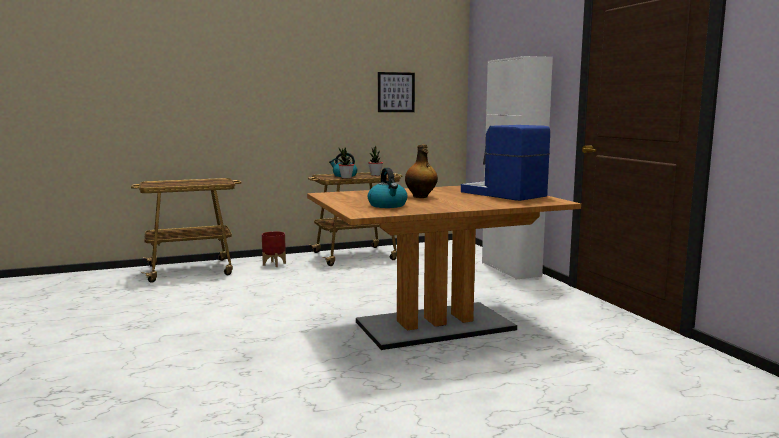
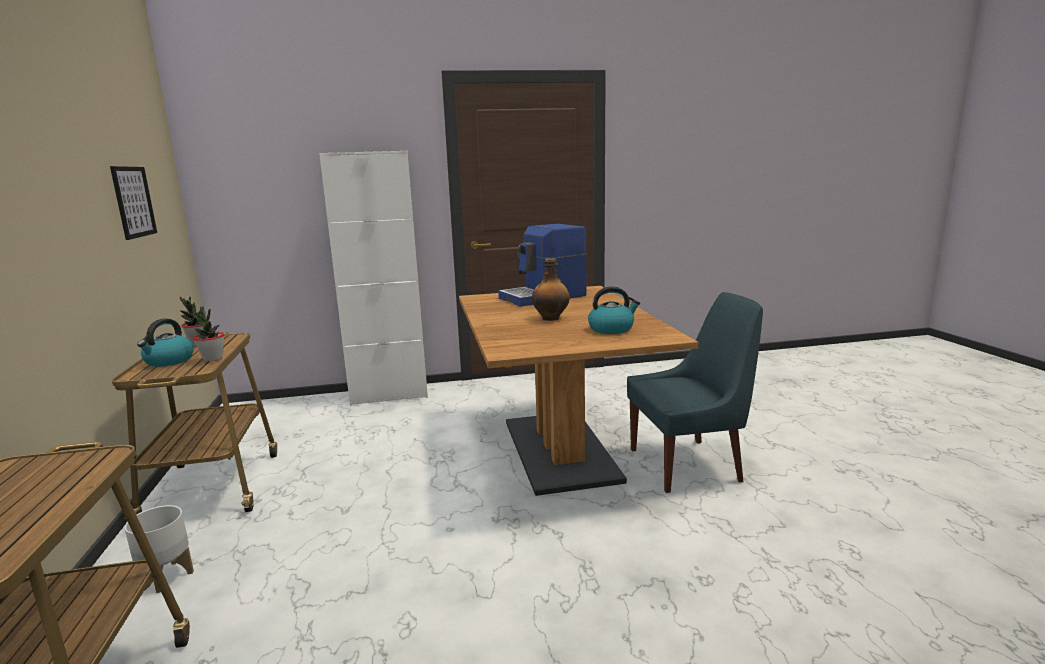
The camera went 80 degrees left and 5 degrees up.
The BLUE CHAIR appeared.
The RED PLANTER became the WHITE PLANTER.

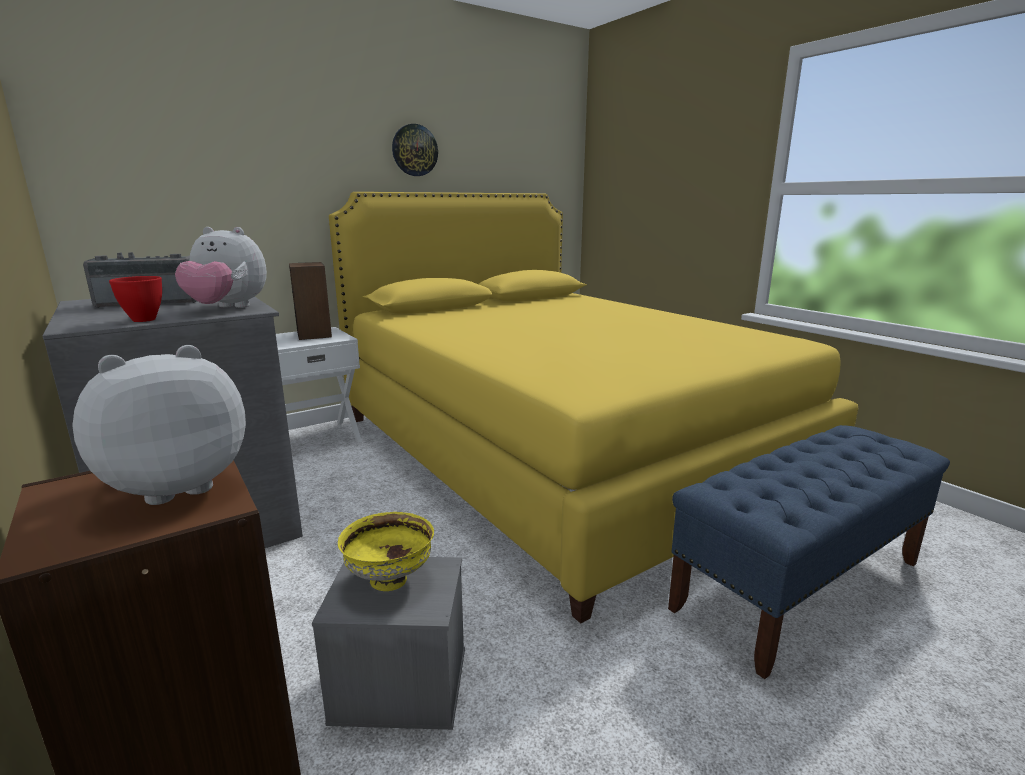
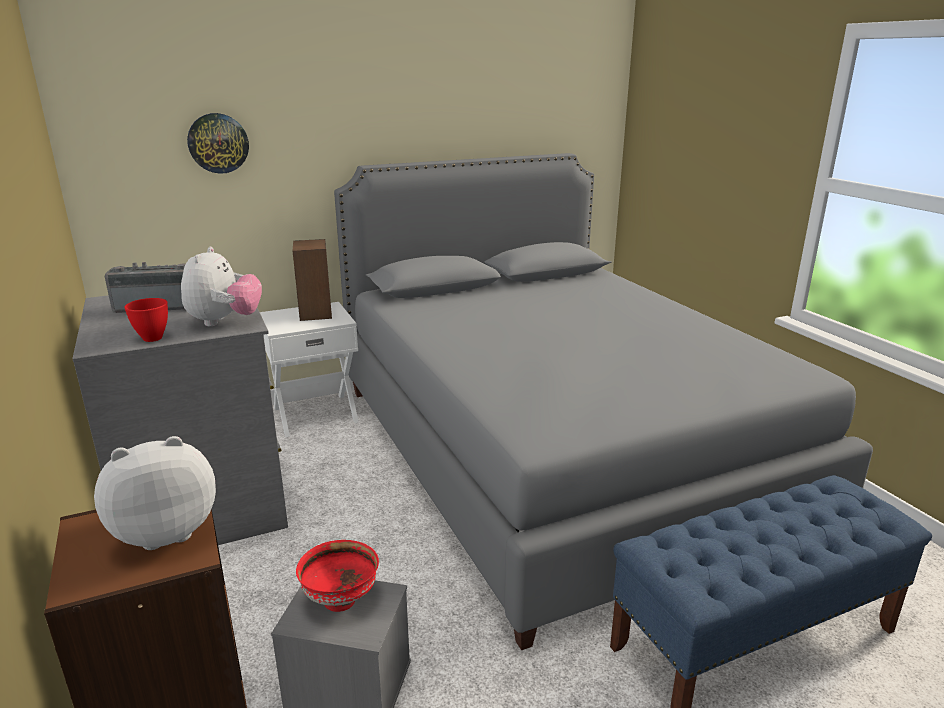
The camera went 10 degrees right and 5 degrees up.
The WALL CLOCK moved.
The YELLOW BED became the GREY BED.
The YELLOW BOWL became the RED BOWL (no. 2 from left).
The PLUSH TOY (no. 2 from left) turned 105 degrees counterclockwise.

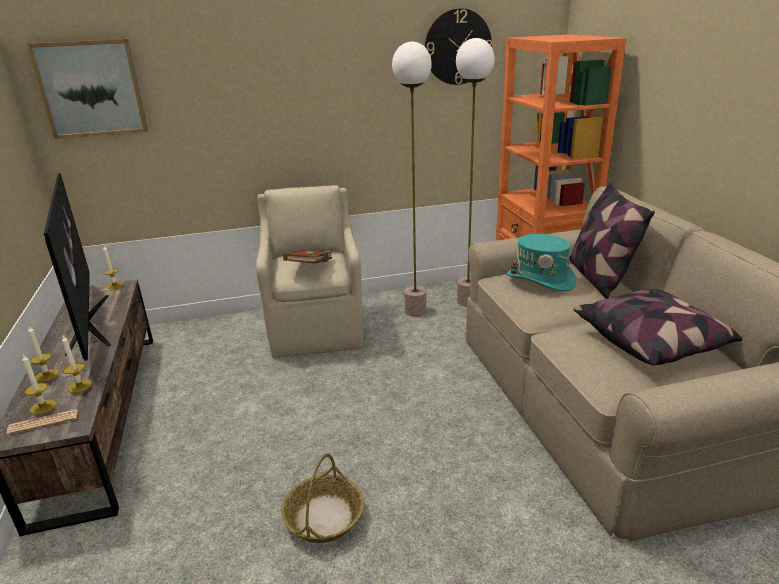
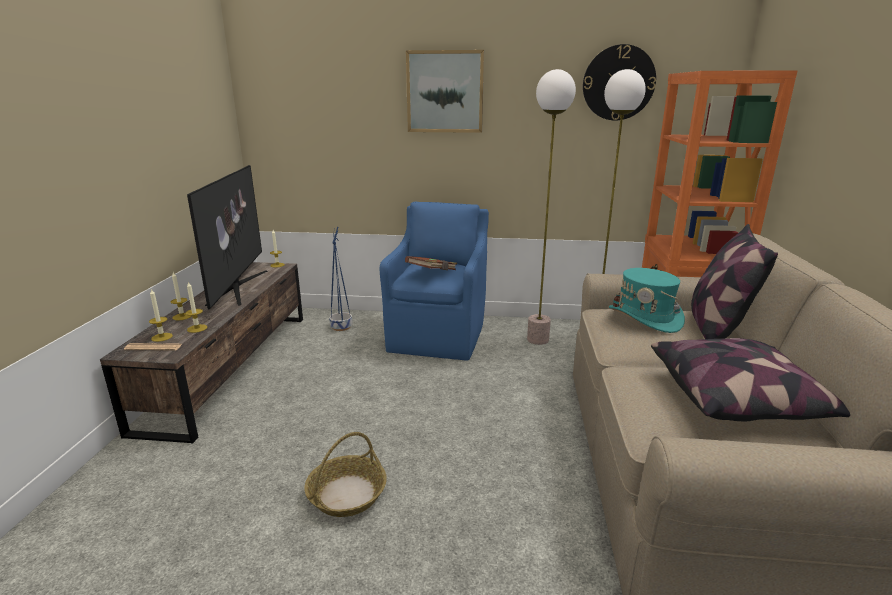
The camera went 20 degrees right and 5 degrees down.
The BLUE PLANTER appeared.
The PICTURE moved.
The BEIGE ARMCHAIR became the BLUE ARMCHAIR.

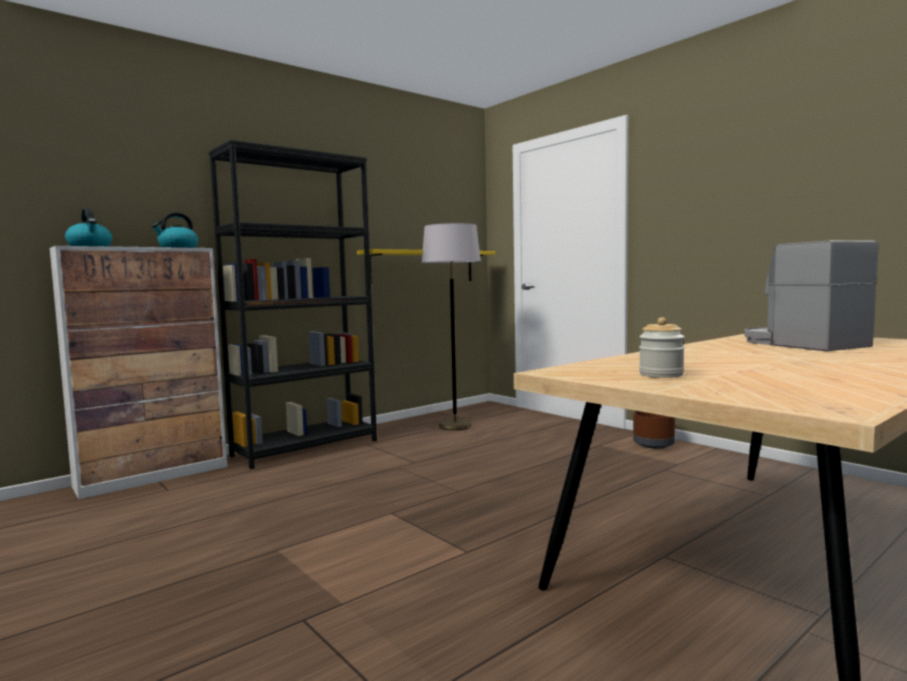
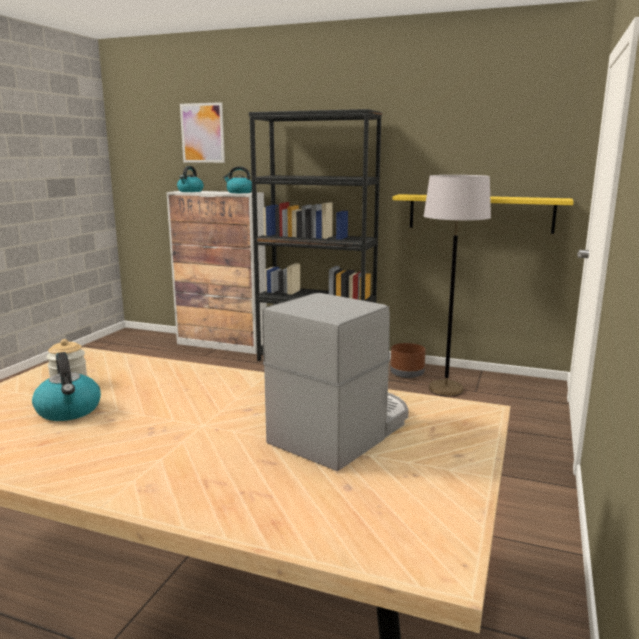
The camera went 60 degrees right and 10 degrees up.
The KETTLE (no. 1 from left) appeared.
The PICTURE appeared.
The BROWN PLANTER moved.

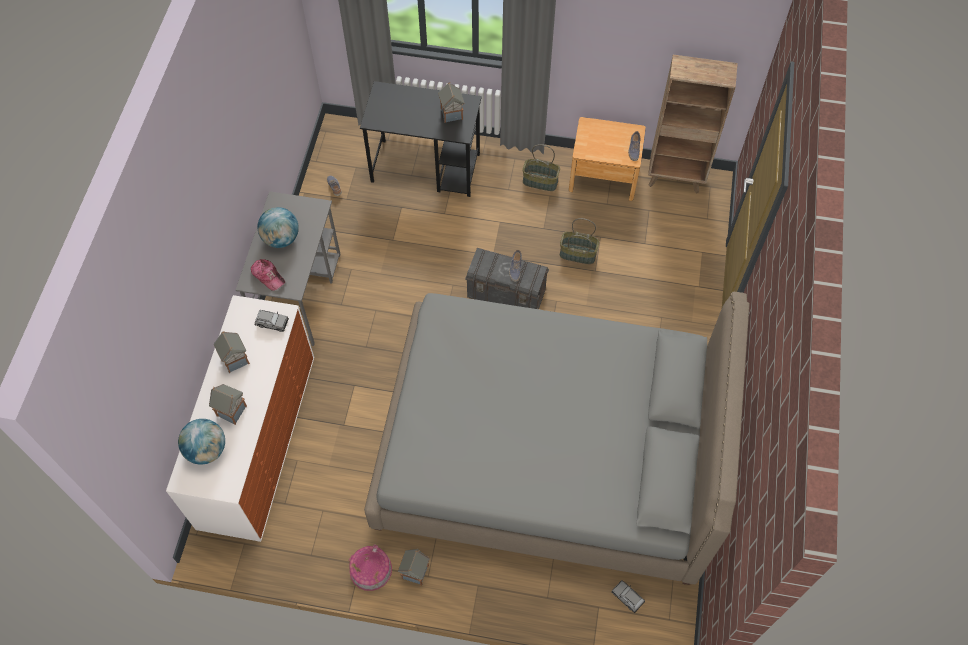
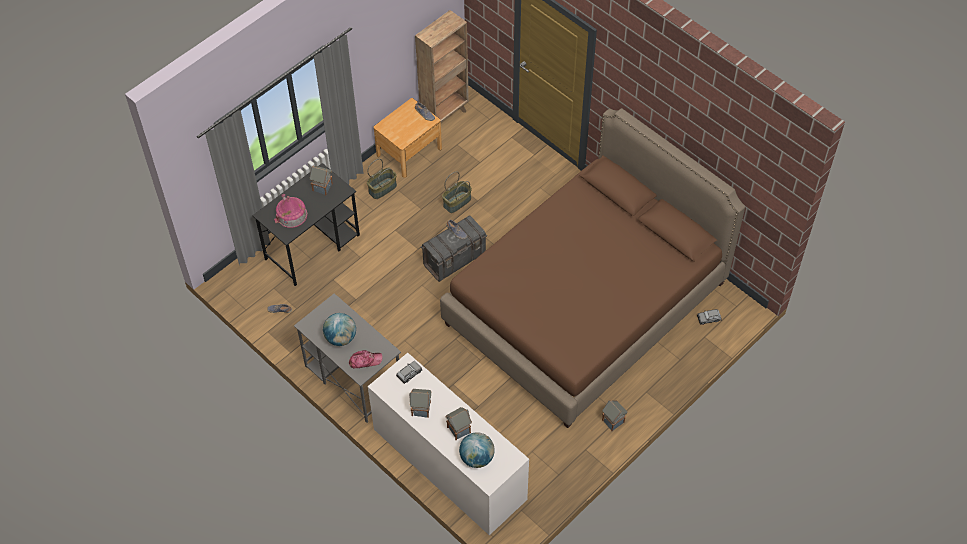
The camera went 55 degrees left and 5 degrees down.
The TOY HOUSE (no. 3 from left in the first image) moved.
The GREY BED became the BROWN BED.

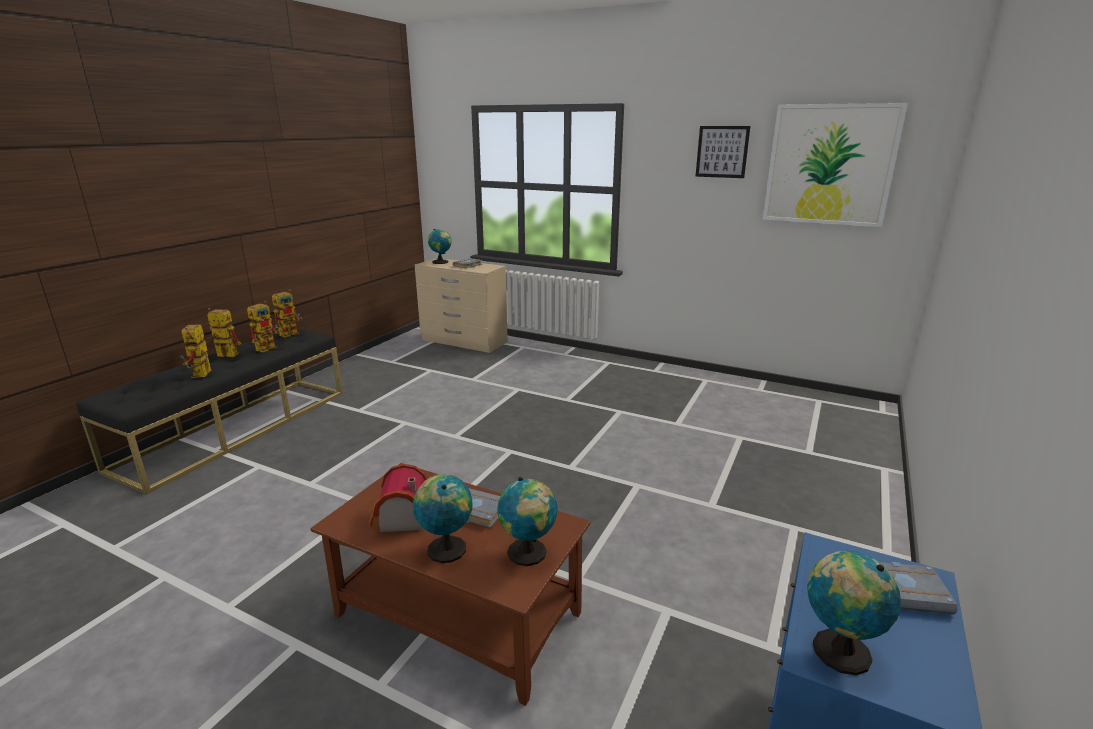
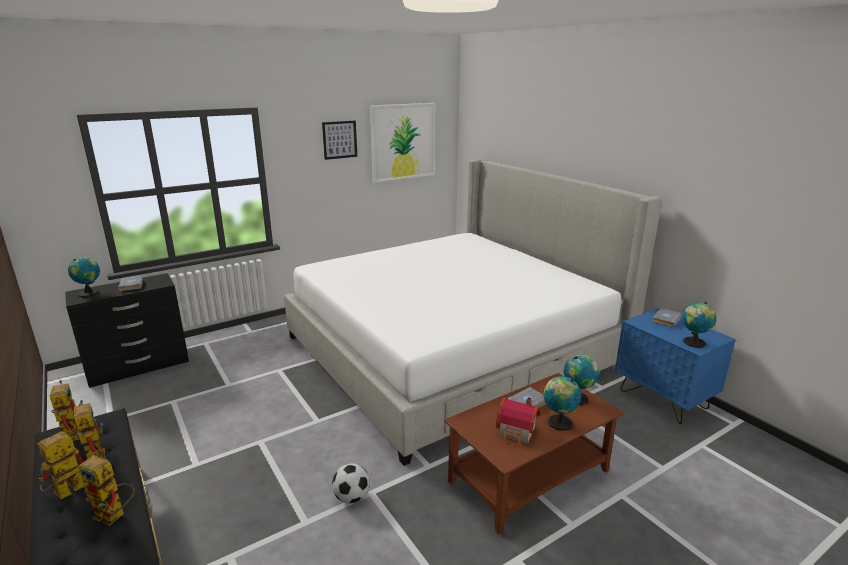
The camera went 60 degrees left and 0 degrees up.
The BED appeared.
The FOOTBALL appeared.
The BEIGE DRESSER became the BLACK DRESSER.

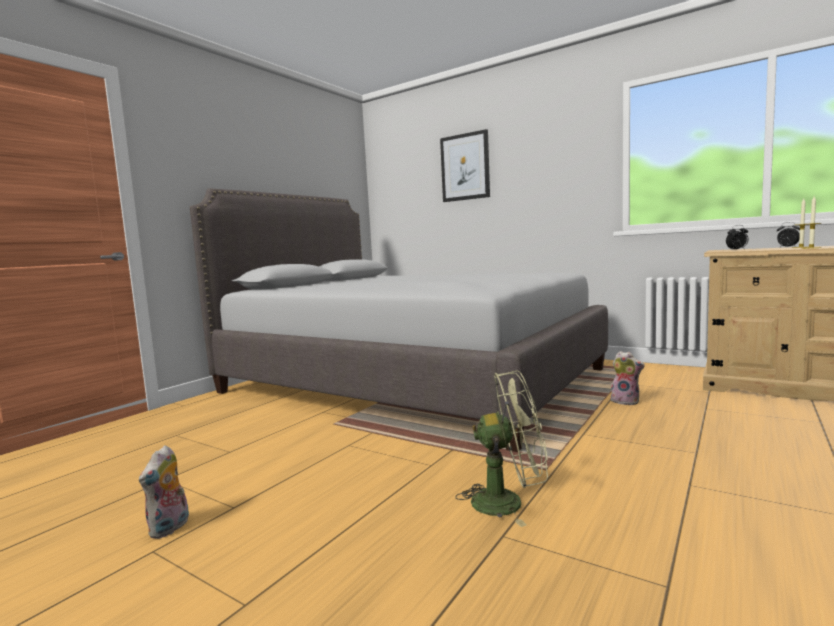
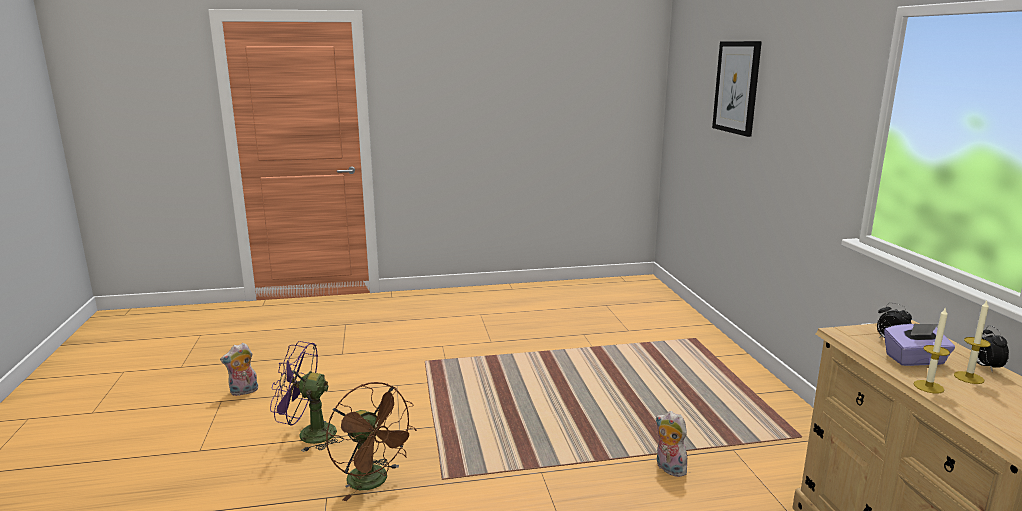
The camera went 45 degrees right and 10 degrees up.
The GREY BED disappeared.
The PURPLE FAN appeared.
The PURPLE TISSUE BOX appeared.
The GREEN FAN became the BROWN FAN.
The PLUSH TOY (no. 2 from left) turned 150 degrees clockwise.

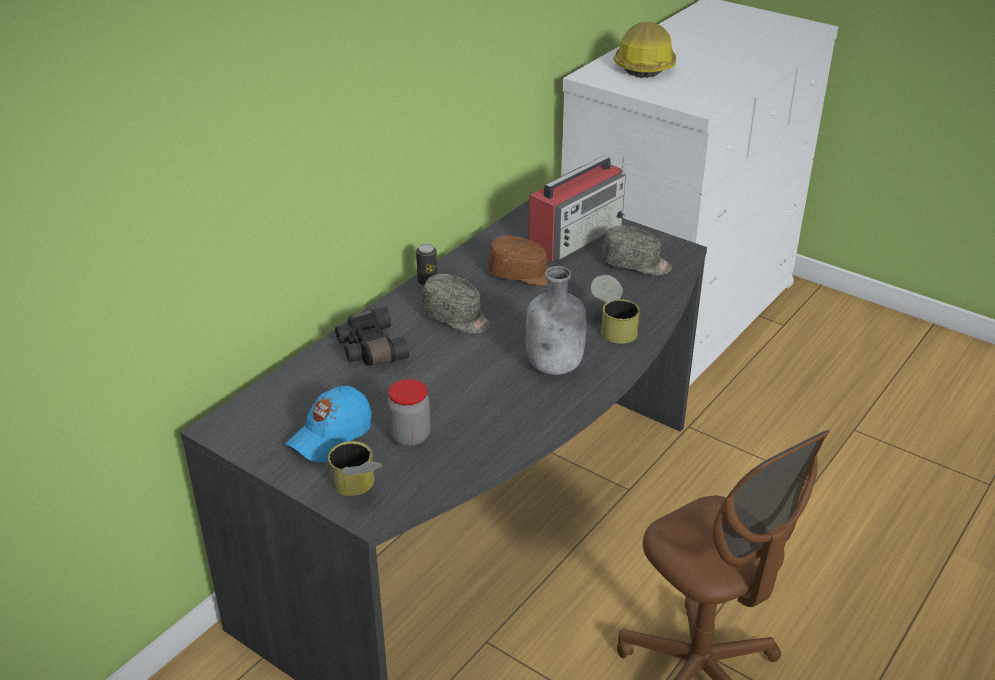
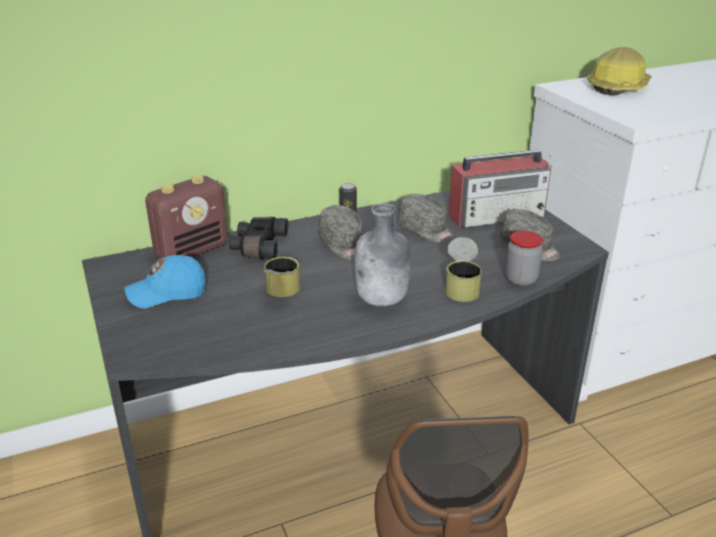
The camera went 30 degrees right and 5 degrees down.
The RADIO (no. 1 from left) appeared.
The CAN (no. 1 from left) moved.
The JAR moved.
The BROWN CAP became the GREY CAP (no. 2 from left).

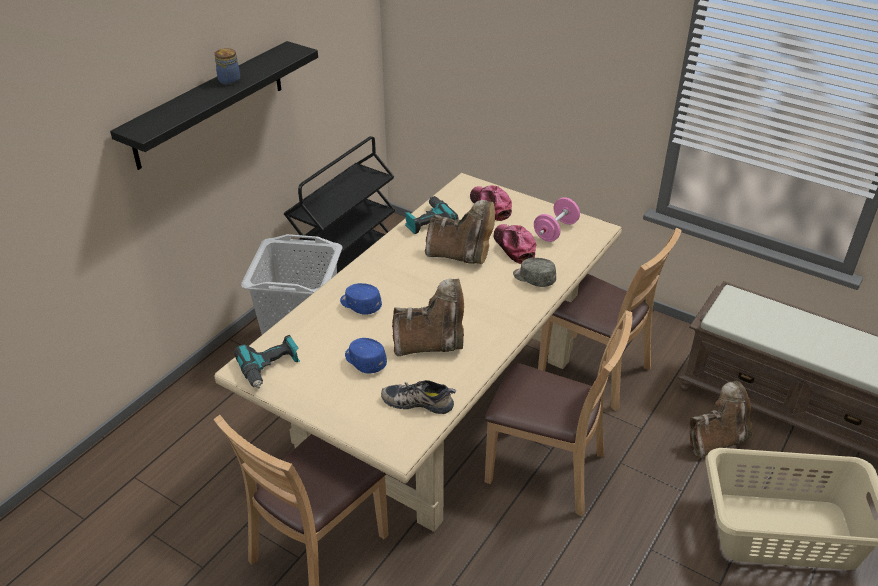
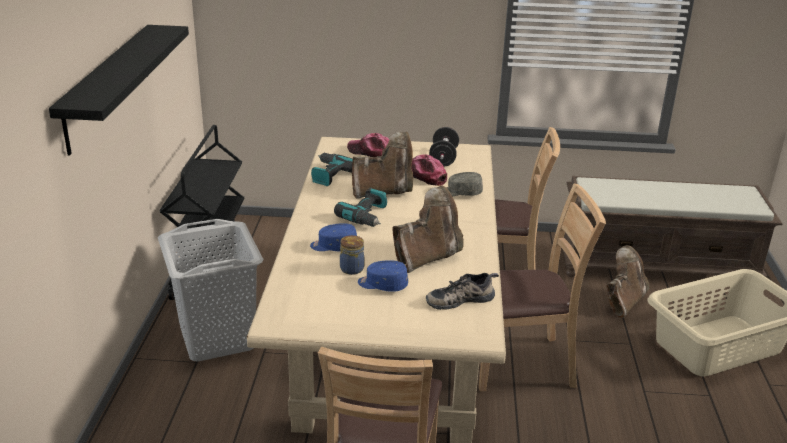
The camera went 30 degrees left and 10 degrees down.
The JAR moved.
The POWER DRILL (no. 1 from left in the first image) moved.
The PINK DUMBBELL became the BLACK DUMBBELL.

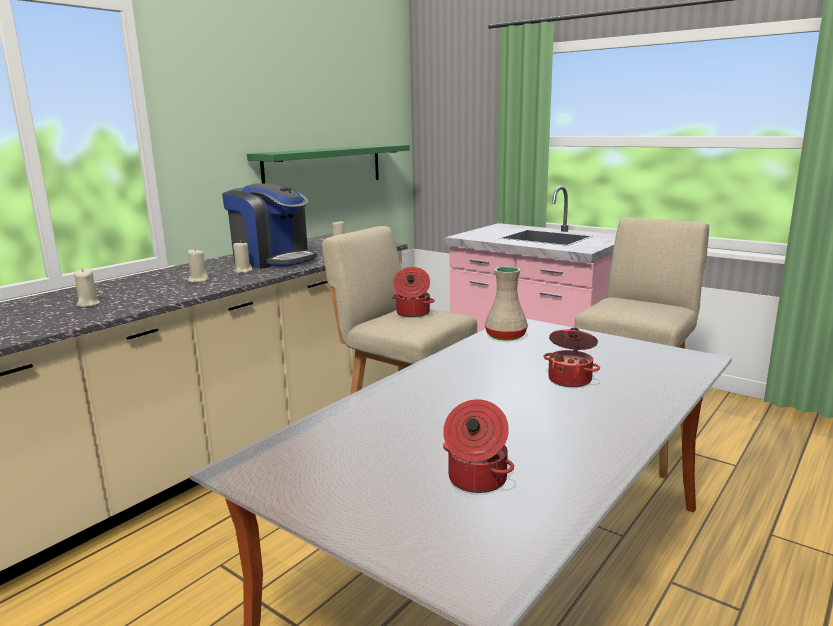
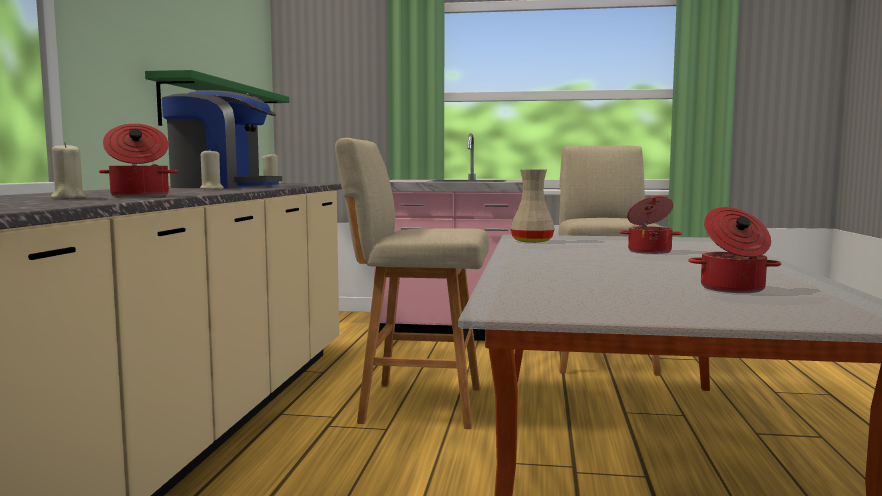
The camera went 30 degrees left and 10 degrees down.
The BEIGE CANDLE (no. 2 from left) disappeared.
The COOKING POT (no. 1 from left) moved.

